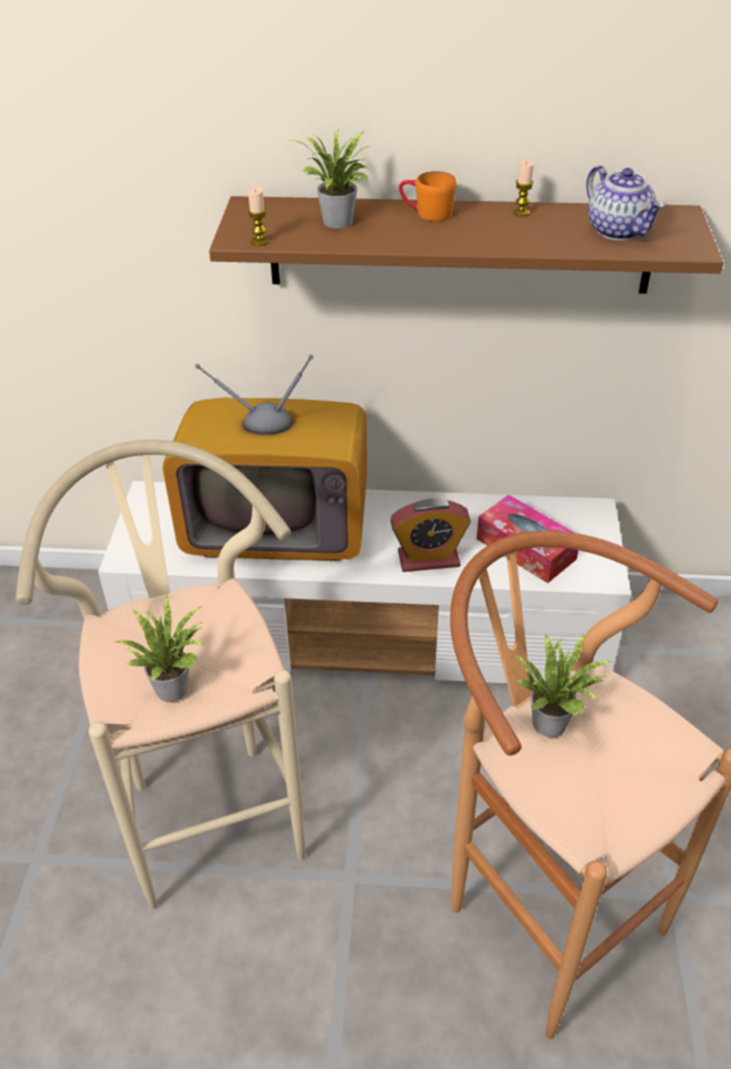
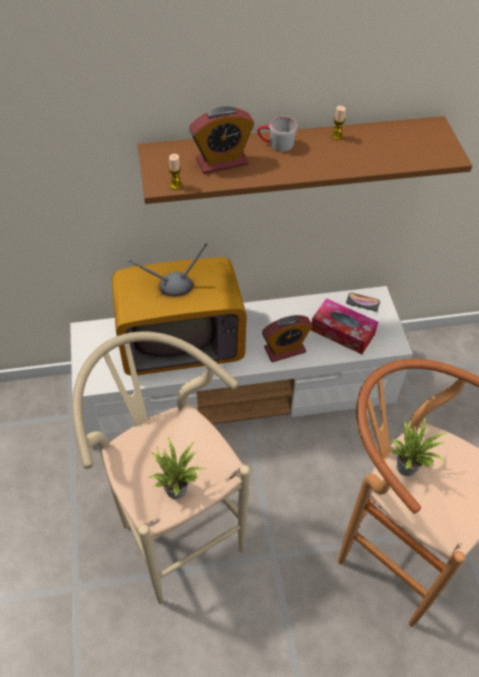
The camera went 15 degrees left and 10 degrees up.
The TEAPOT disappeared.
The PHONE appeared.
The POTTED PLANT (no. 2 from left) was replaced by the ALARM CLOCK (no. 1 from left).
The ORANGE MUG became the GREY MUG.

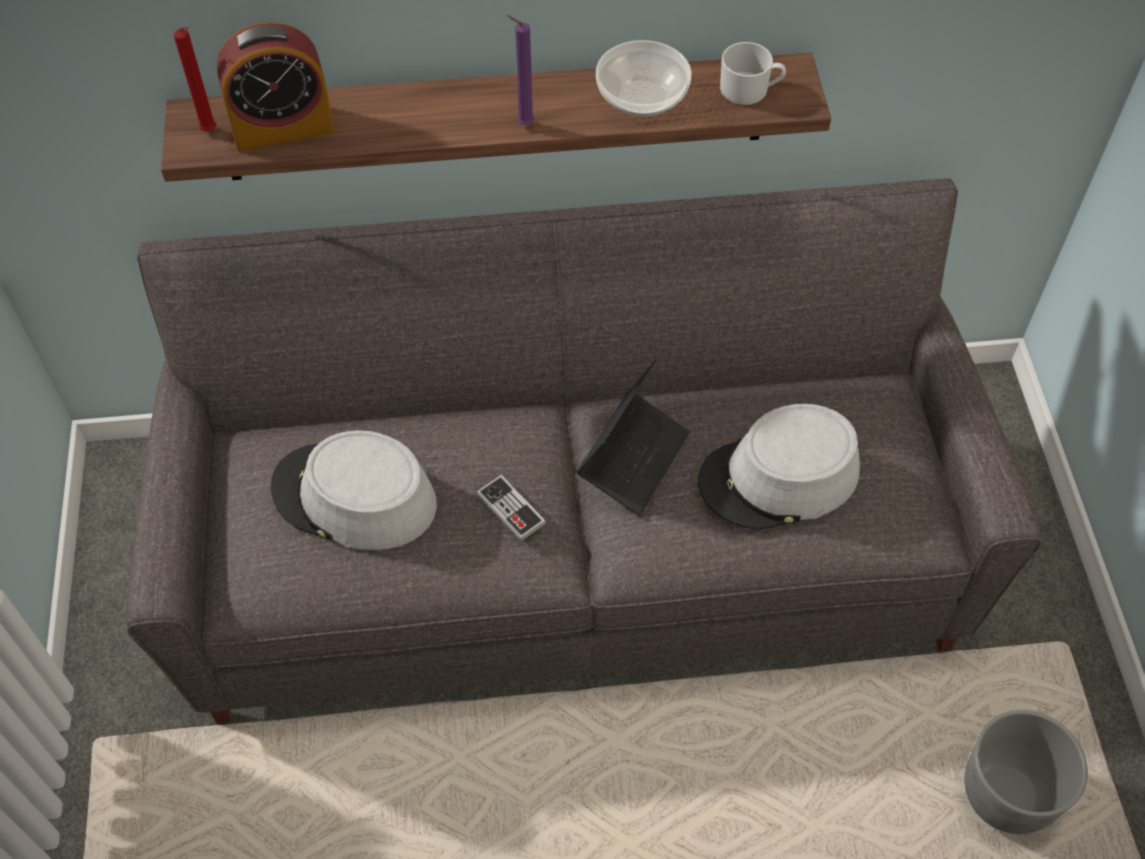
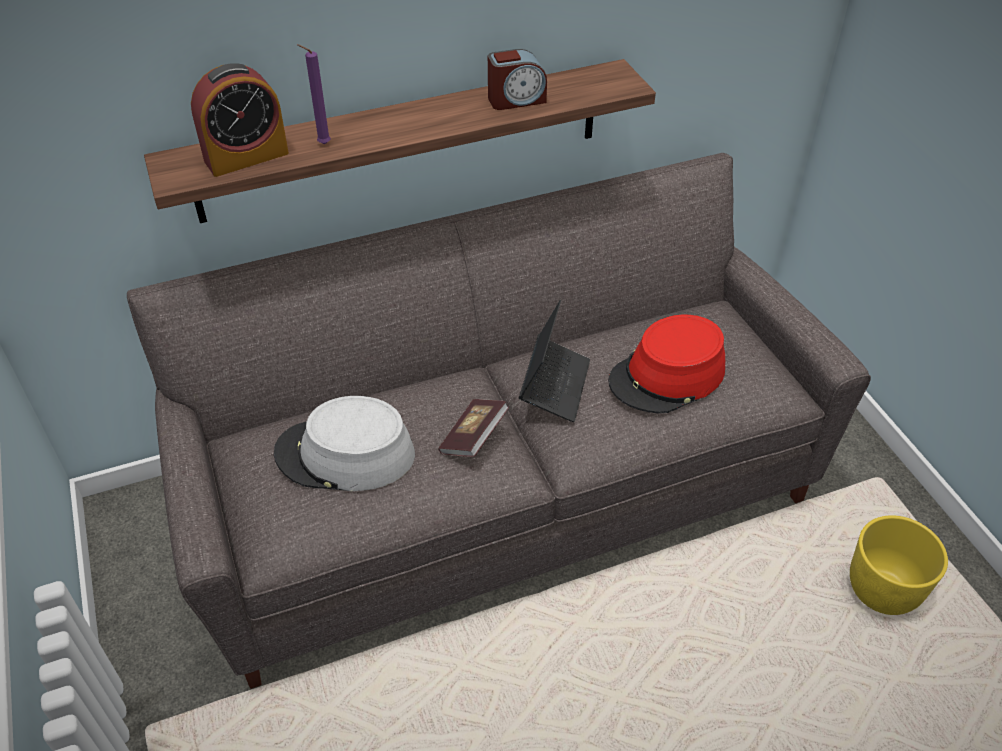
The camera went 15 degrees left and 10 degrees down.
The RED CANDLE disappeared.
The WHITE MUG disappeared.
The PURPLE CANDLE moved.
The GAME CONTROLLER was replaced by the BOOK.
The BOWL was replaced by the ALARM CLOCK (no. 2 from left).
The GREY HAT (no. 2 from left) became the RED HAT.
The GREY PLANTER became the YELLOW PLANTER.

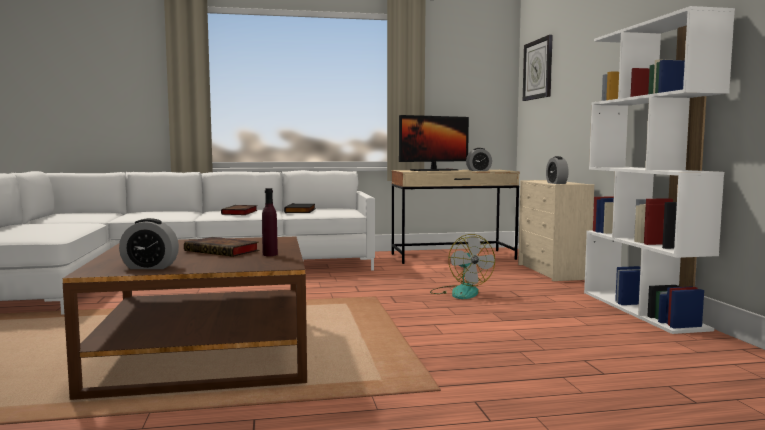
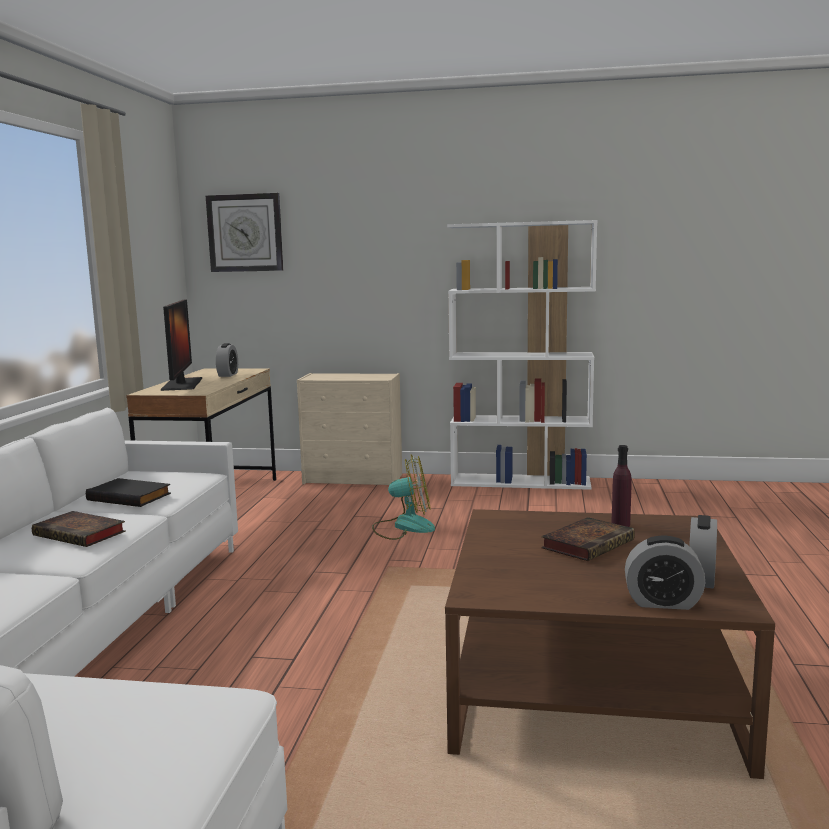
The camera went 70 degrees left and 5 degrees up.
The ALARM CLOCK (no. 3 from left in the first image) moved.

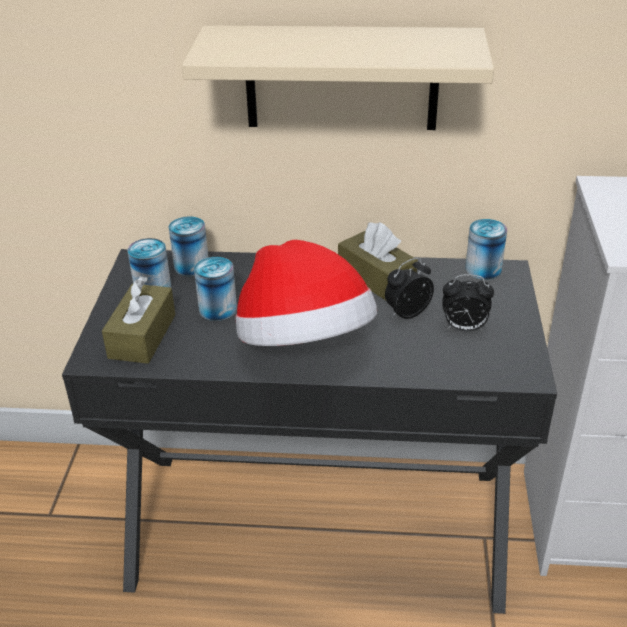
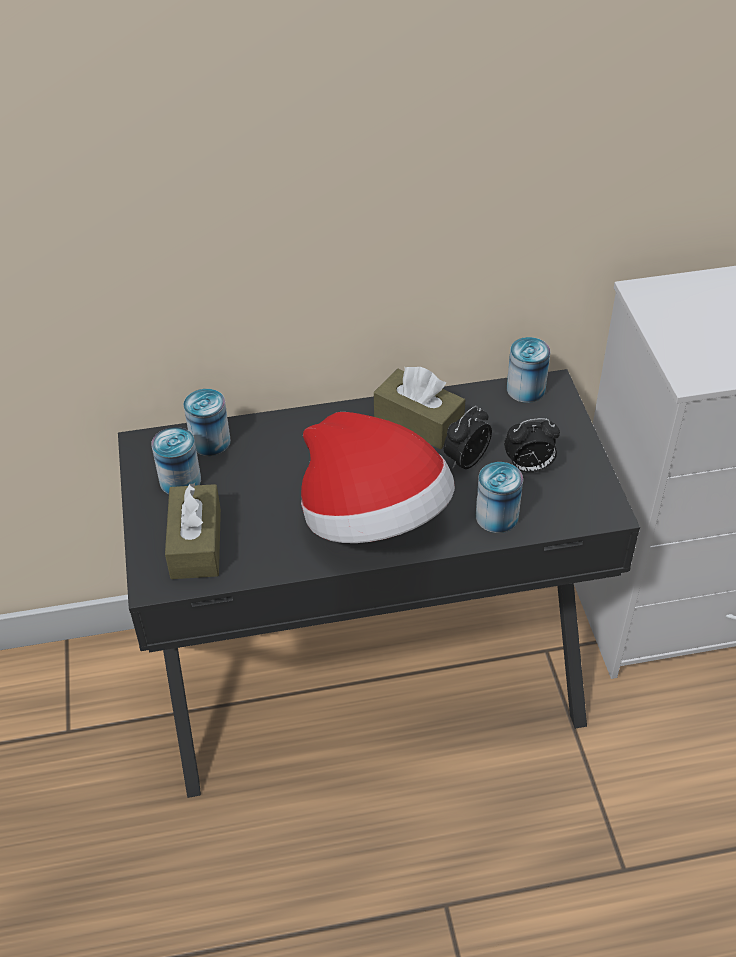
The camera went 15 degrees left and 10 degrees up.
The BEIGE SHELF disappeared.
The CAN (no. 3 from left) moved.

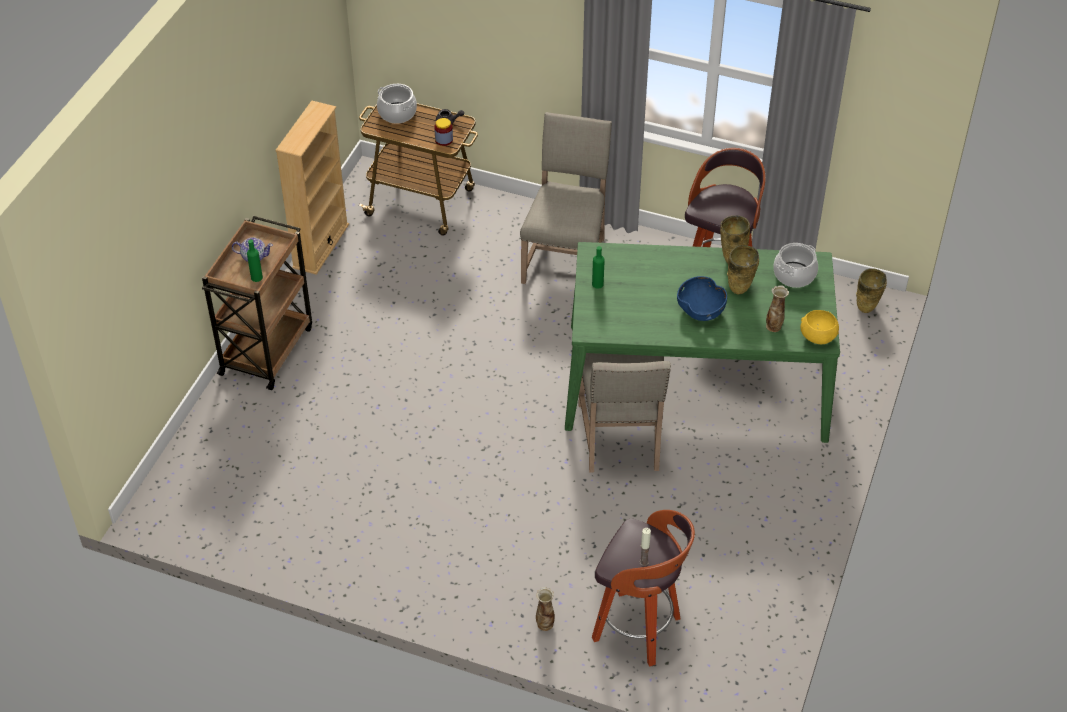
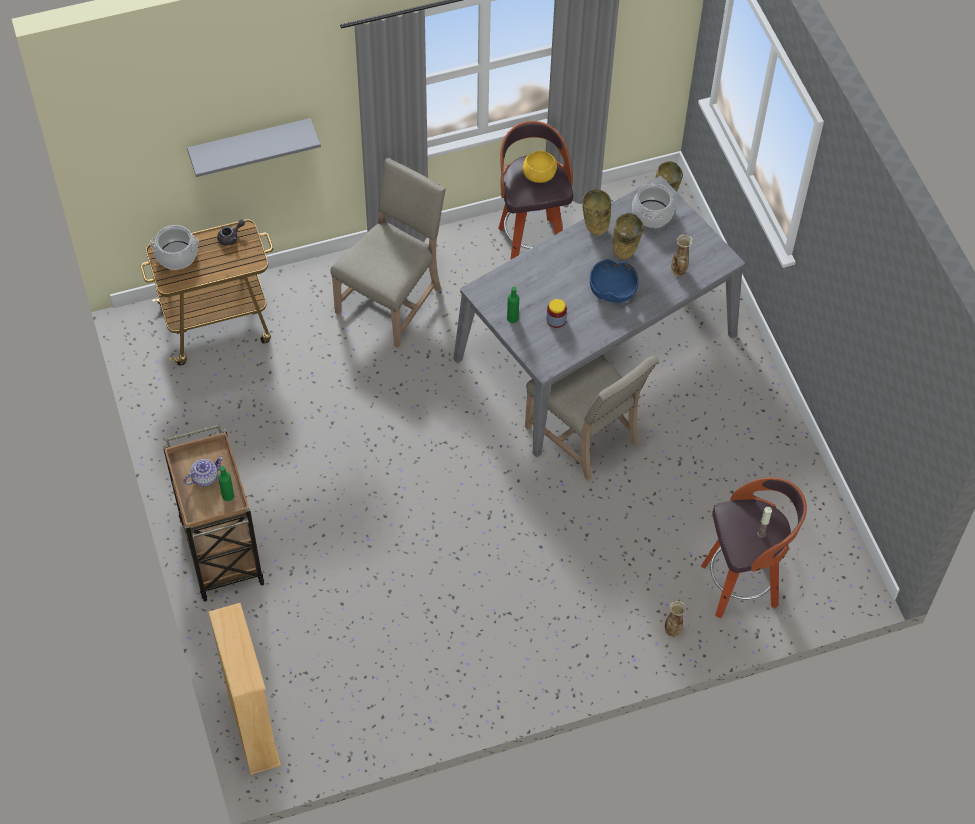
The camera went 40 degrees left and 10 degrees up.
The GREY SHELF appeared.
The BEIGE BOOKCASE moved.
The JAR moved.
The YELLOW BOWL moved.
The GREEN DINING TABLE became the GREY DINING TABLE.
The BEIGE CHAIR (no. 1 from left) turned 60 degrees clockwise.

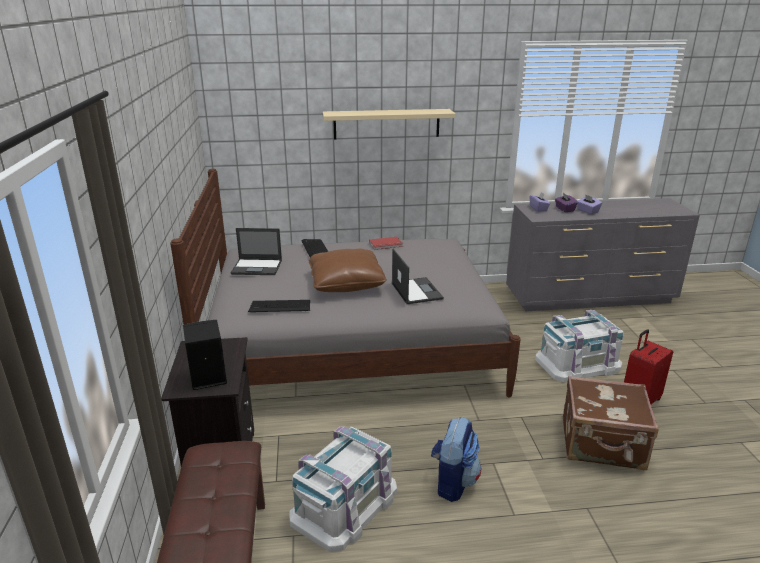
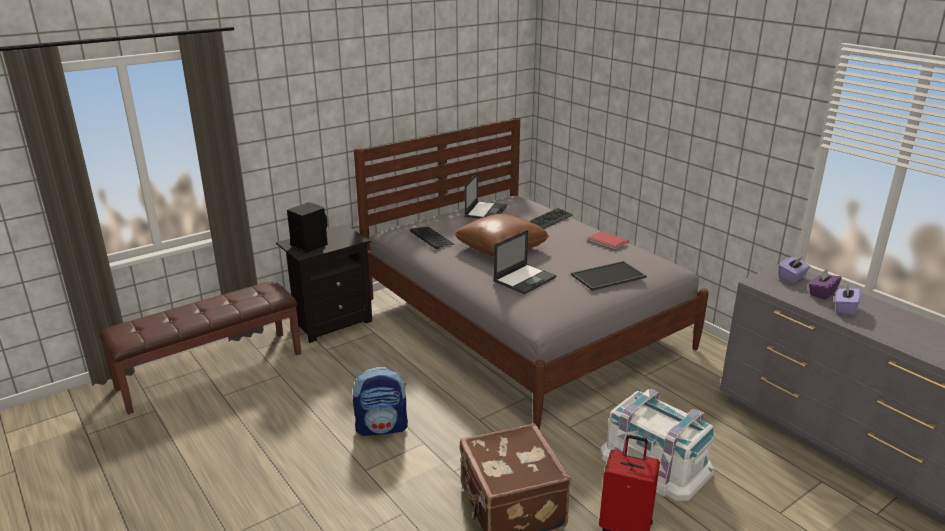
The camera went 60 degrees right and 0 degrees up.
The WHITE STORAGE BOX (no. 1 from left) disappeared.
The BEIGE SHELF disappeared.
The TRAY appeared.
The LAPTOP (no. 1 from left) turned 135 degrees counterclockwise.

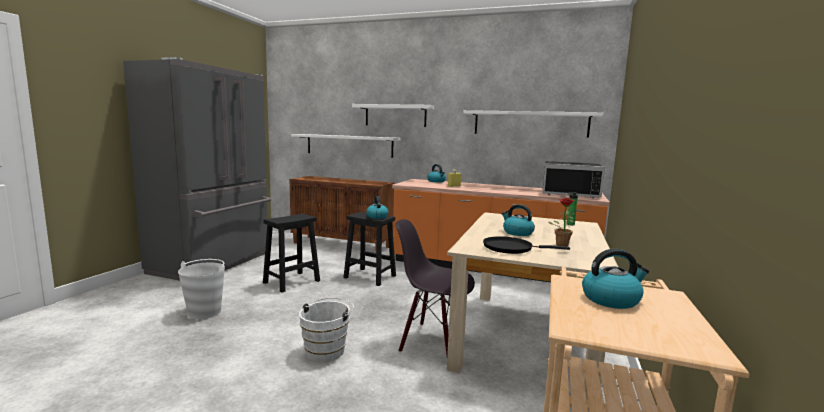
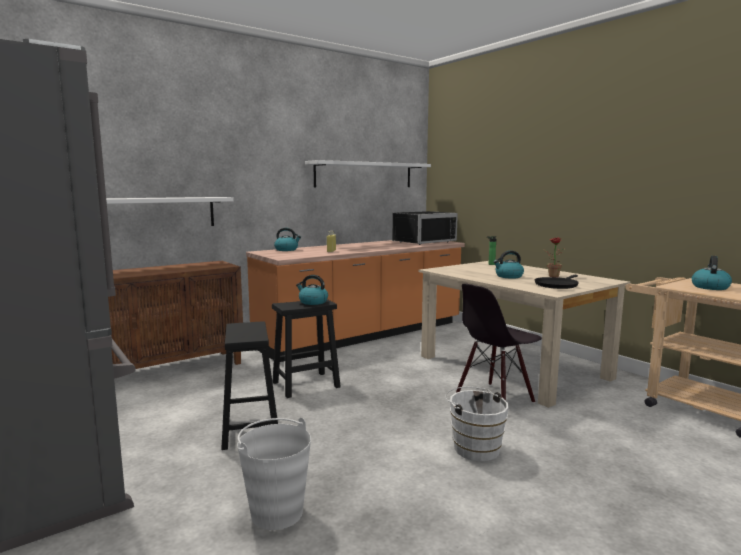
The camera went 55 degrees left and 0 degrees up.
The WHITE SHELF (no. 2 from left) disappeared.

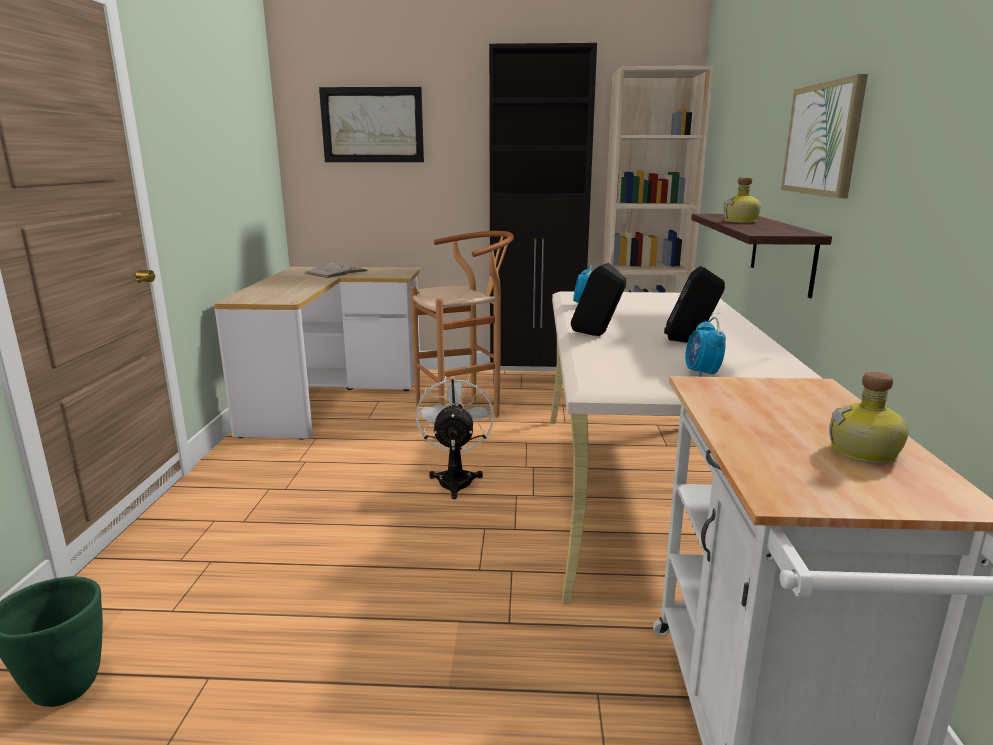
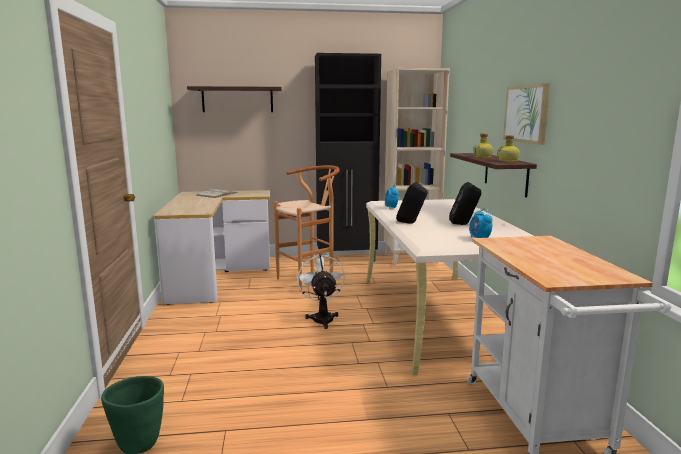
The camera went 10 degrees left and 5 degrees down.
The BOTTLE (no. 2 from left) moved.
The PICTURE (no. 1 from left) was replaced by the SHELF (no. 1 from left).

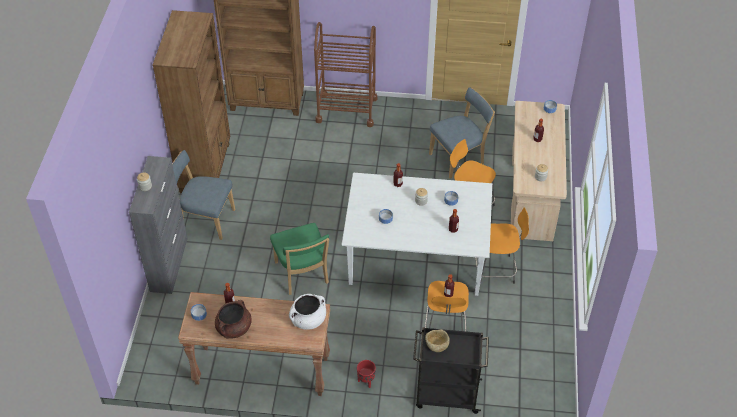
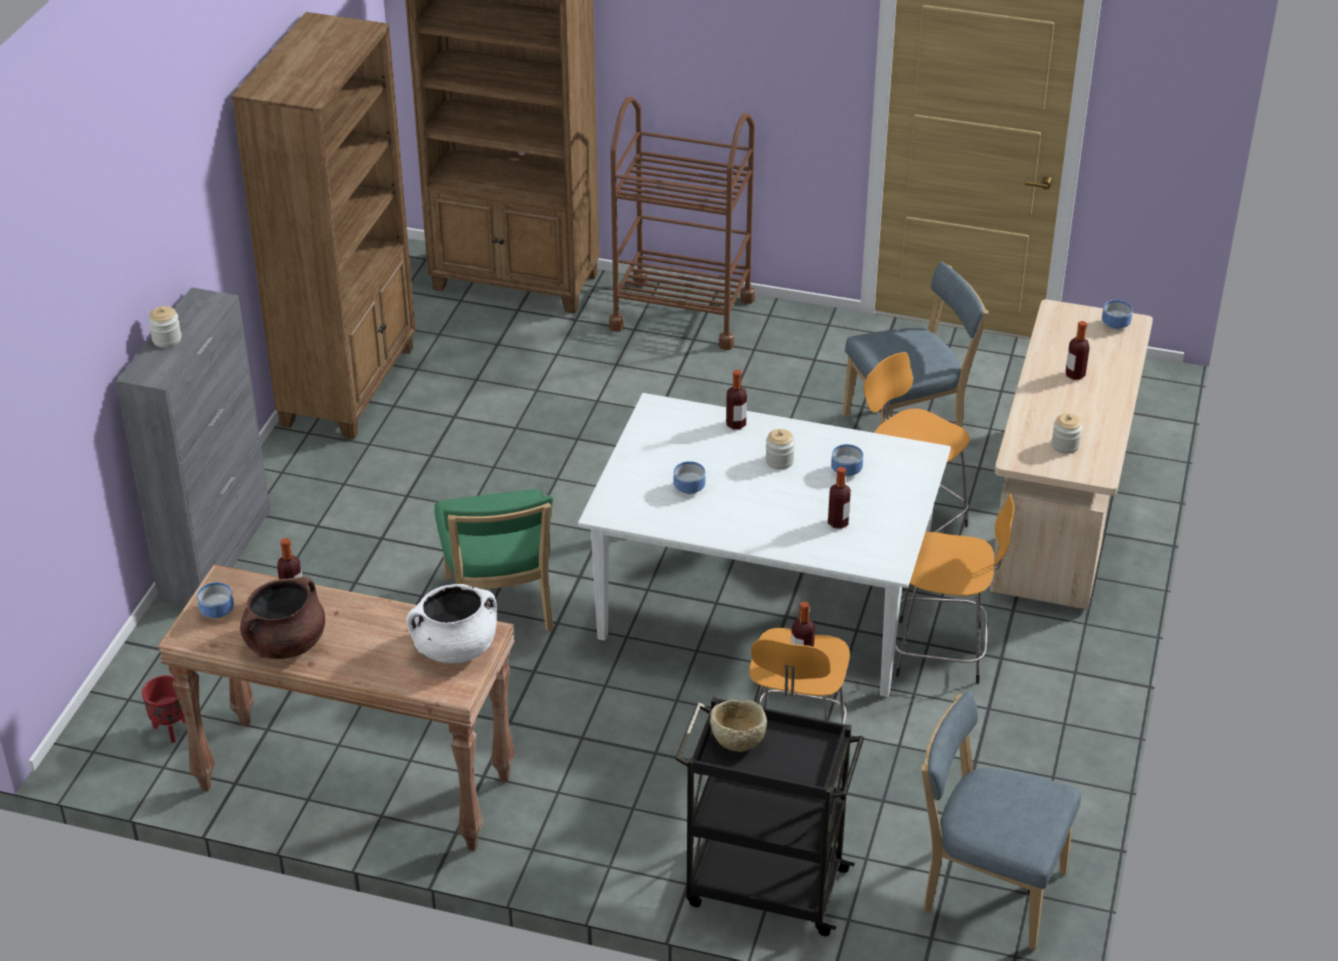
The camera went 10 degrees right and 10 degrees down.
The BLUE CHAIR (no. 1 from left in the first image) moved.
The RED PLANTER moved.

